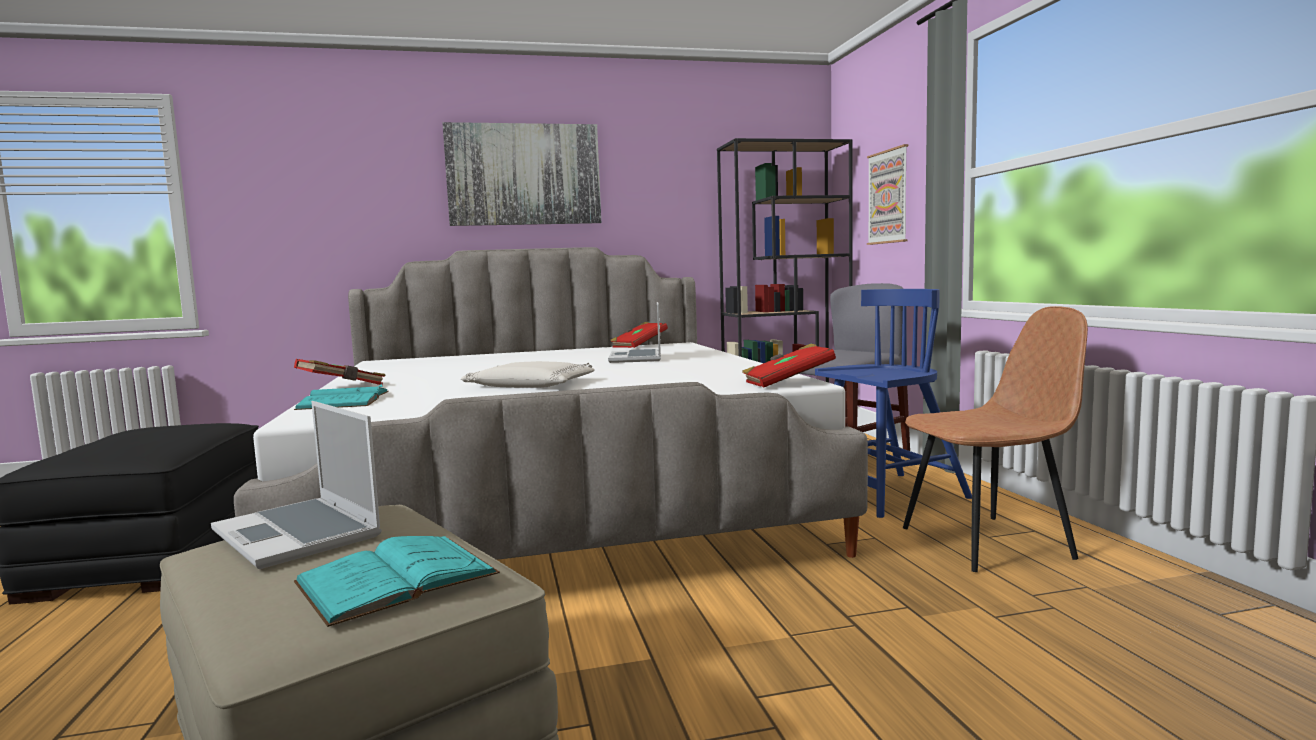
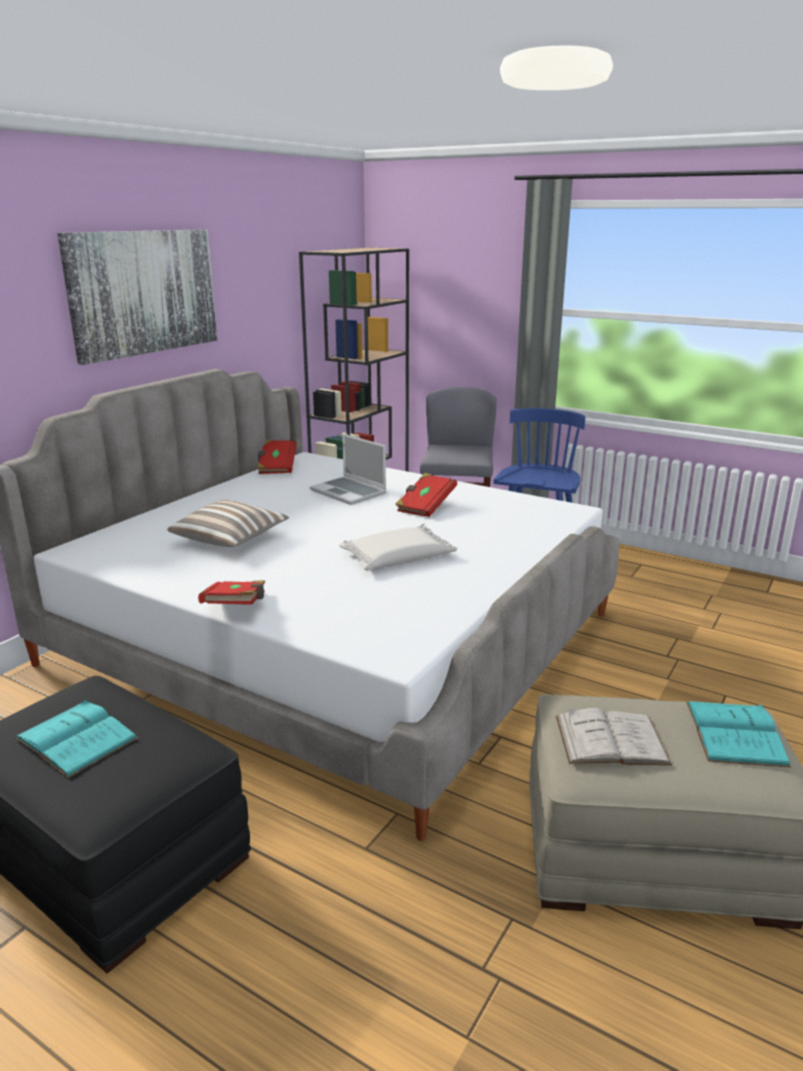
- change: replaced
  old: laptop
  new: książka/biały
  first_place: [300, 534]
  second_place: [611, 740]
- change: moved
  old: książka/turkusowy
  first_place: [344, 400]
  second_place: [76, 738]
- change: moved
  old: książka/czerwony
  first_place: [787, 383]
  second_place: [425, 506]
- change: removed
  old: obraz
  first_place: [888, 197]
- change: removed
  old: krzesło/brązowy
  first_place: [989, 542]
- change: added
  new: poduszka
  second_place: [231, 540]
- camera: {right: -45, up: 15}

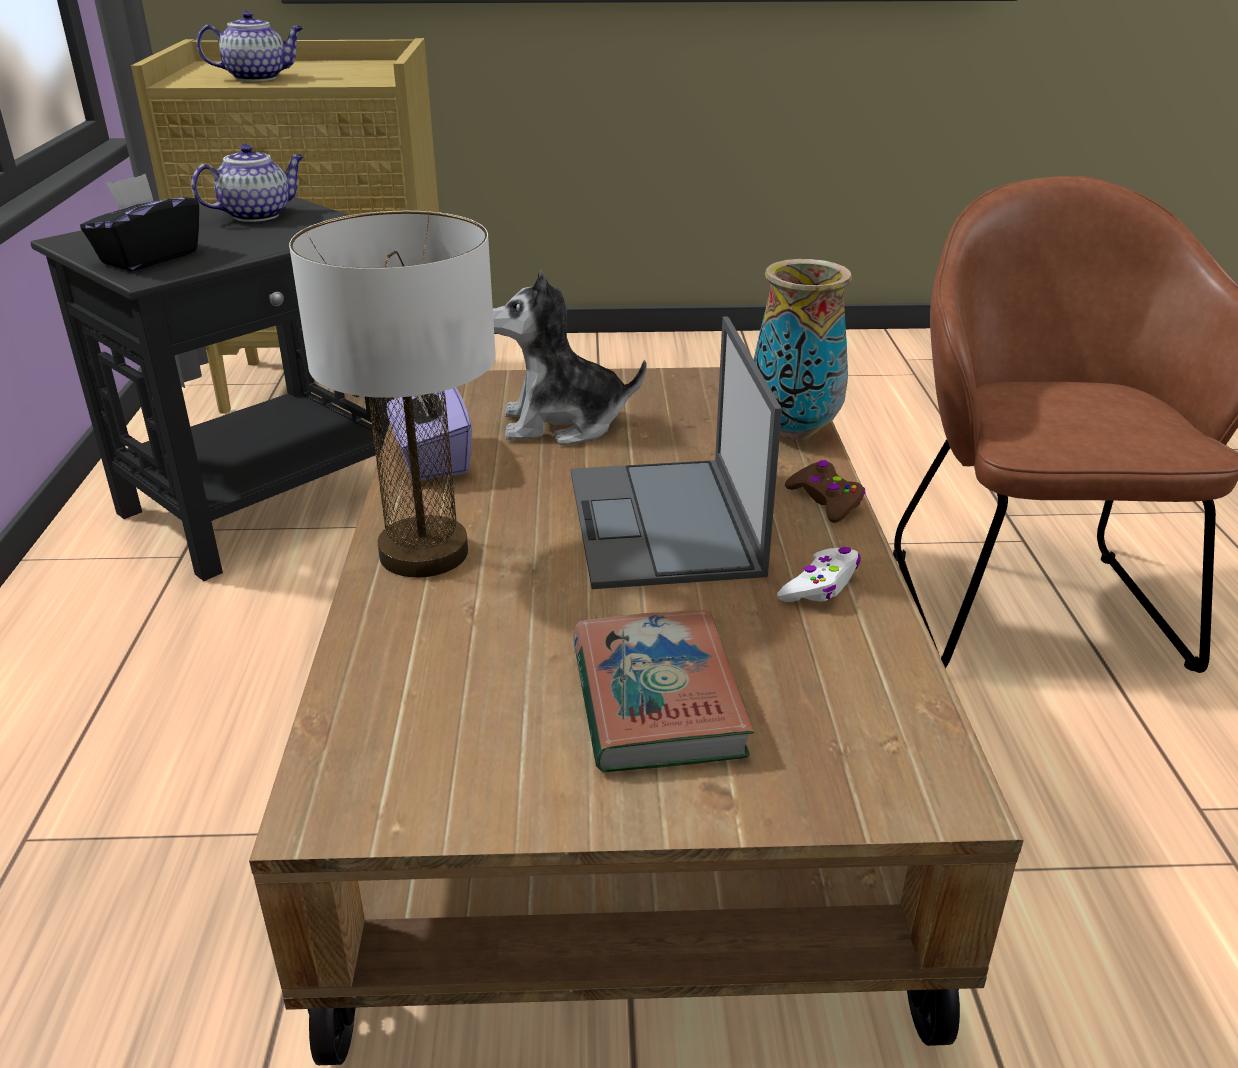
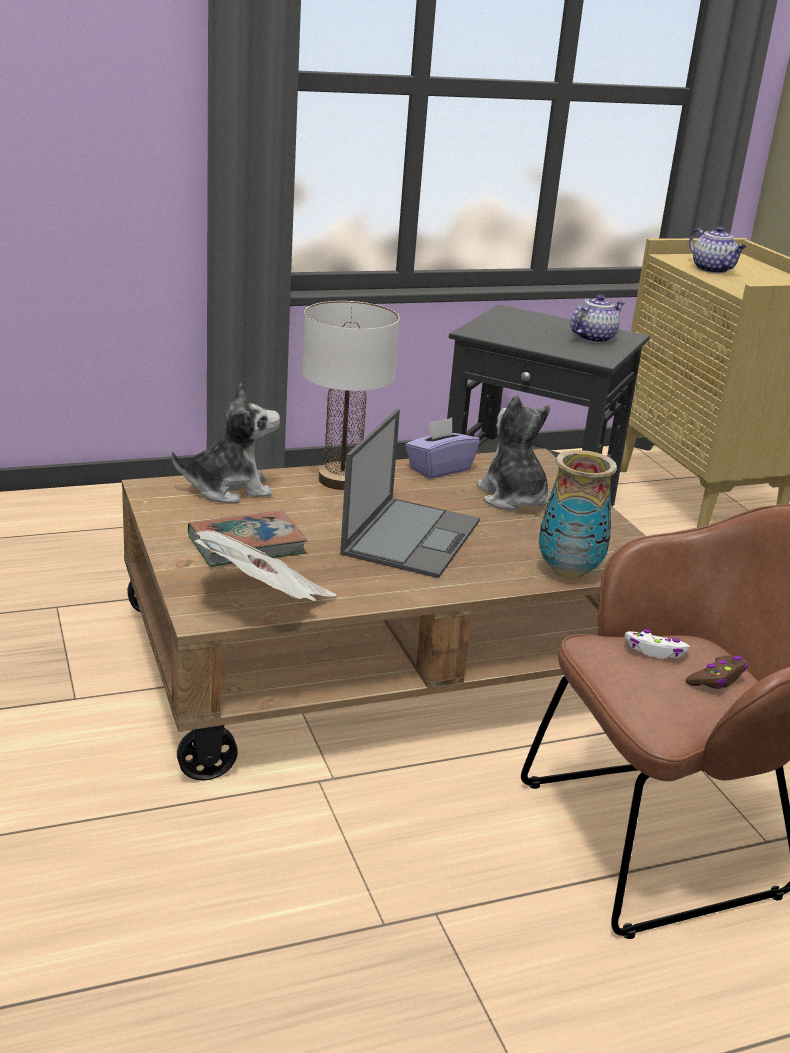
- change: removed
  old: pudełko chusteczek/czarny
  first_place: [149, 258]
- change: turned
  old: imbryk
  first_place: [257, 215]
  second_place: [594, 338]
  degrees: -75
- change: turned
  old: laptop
  first_place: [664, 524]
  second_place: [411, 536]
  degrees: 135
- change: moved
  old: pad do gier/biały
  first_place: [820, 586]
  second_place: [655, 651]
- change: moved
  old: pad do gier/brązowy
  first_place: [825, 500]
  second_place: [717, 679]
- change: added
  new: pluszak
  second_place: [229, 489]
- change: added
  new: gazeta
  second_place: [265, 600]
- camera: {right: 70, up: -5}

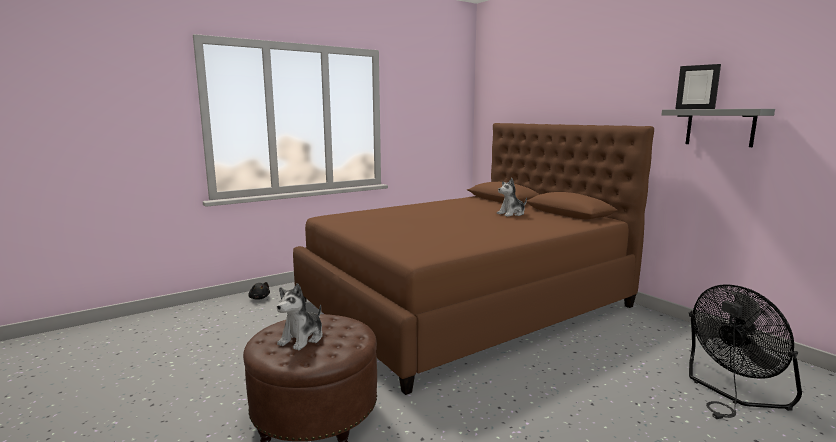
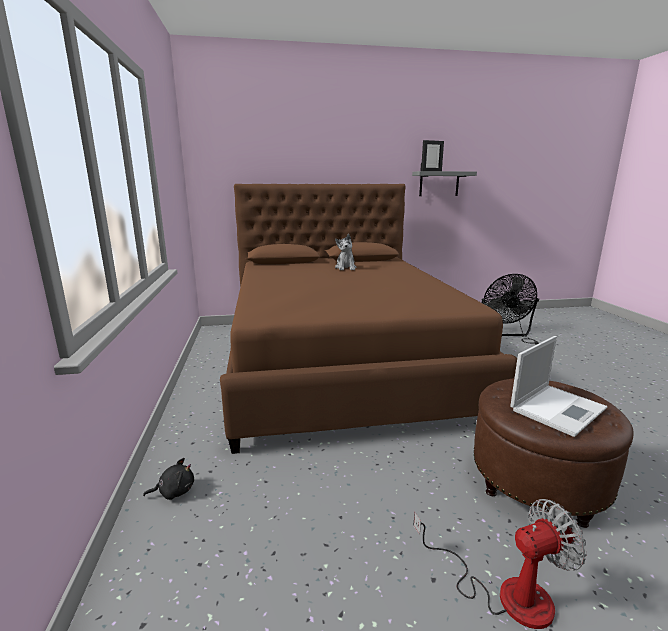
- change: replaced
  old: pluszak
  new: laptop
  first_place: [302, 339]
  second_place: [558, 408]
- change: added
  new: wentylator
  second_place: [505, 592]
- camera: {right: -65, up: 5}

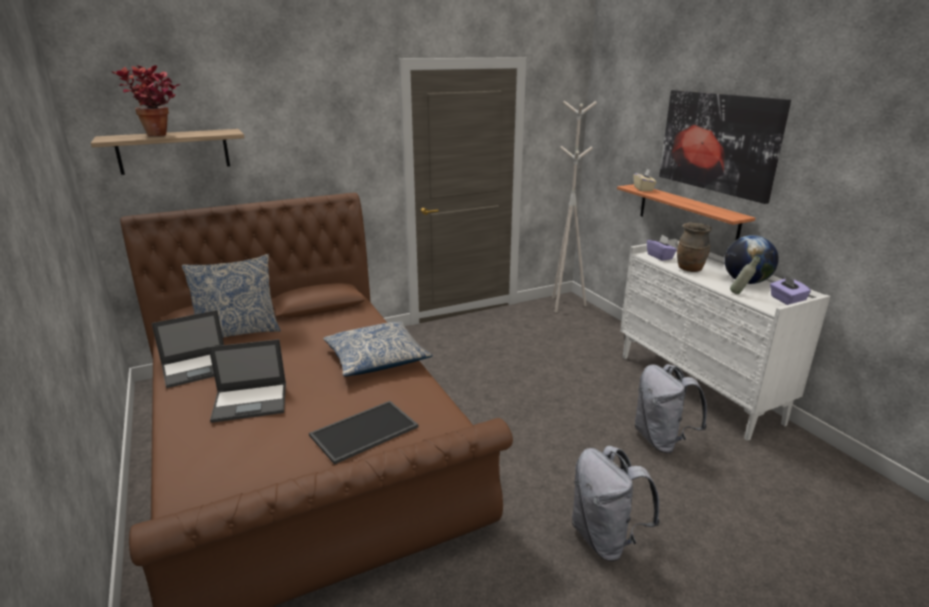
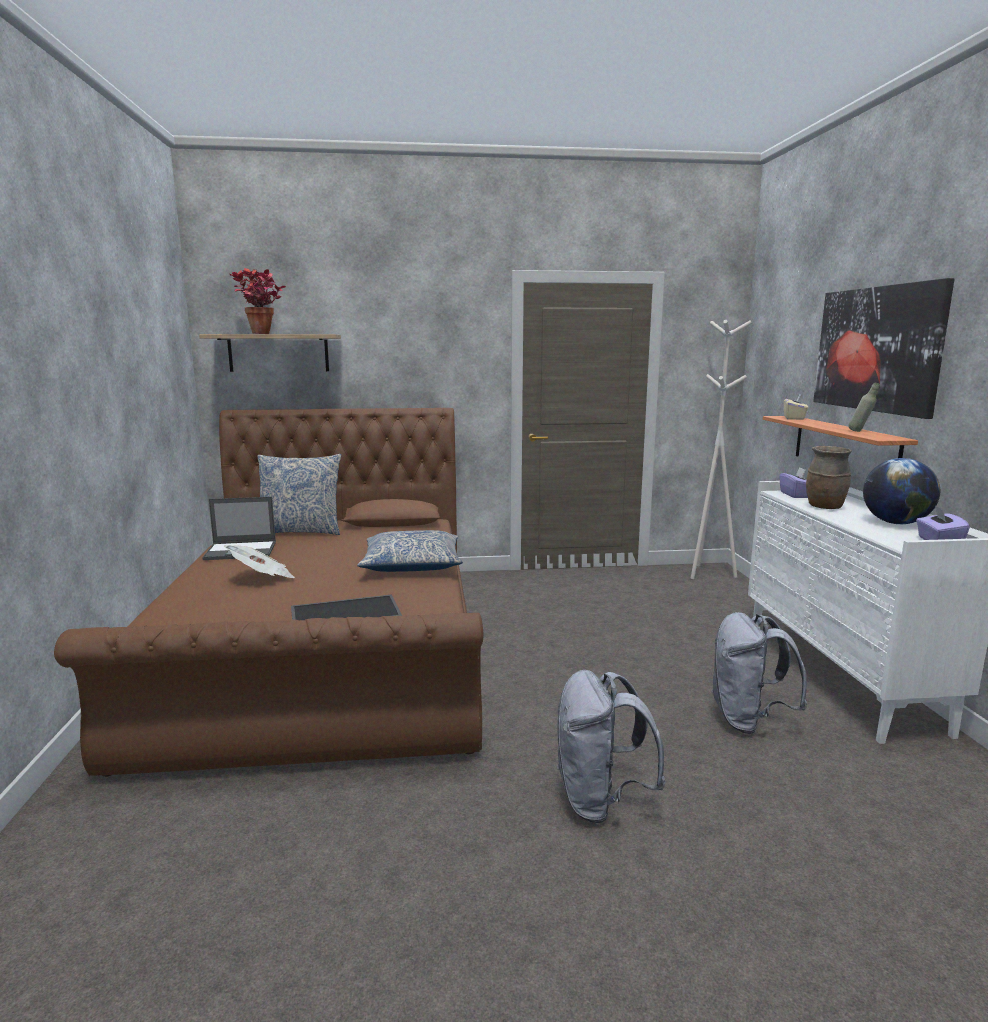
- change: replaced
  old: laptop
  new: gazeta
  first_place: [251, 402]
  second_place: [262, 578]
- change: moved
  old: butelka/szary
  first_place: [740, 294]
  second_place: [860, 432]
- camera: {right: 20, up: -10}

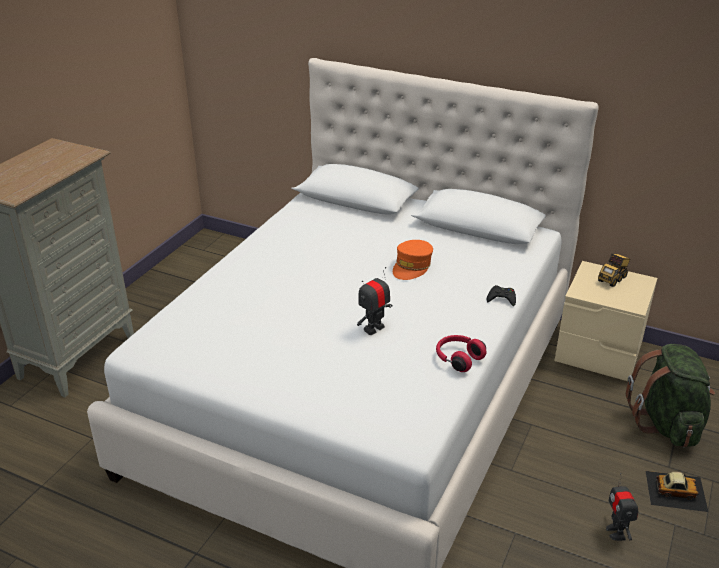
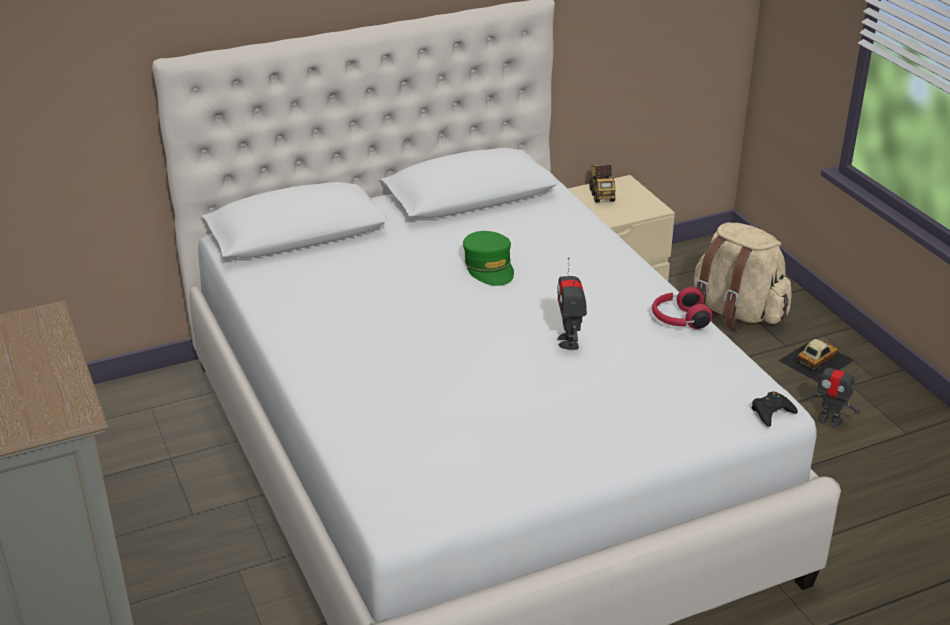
- change: recoloured
  old: czapka z daszkiem/pomarańczowy
  new: czapka z daszkiem/zielony
  first_place: [412, 266]
  second_place: [489, 267]
- change: moved
  old: pad do gier/czarny
  first_place: [501, 298]
  second_place: [771, 412]
- change: recoloured
  old: plecak/zielony
  new: plecak/beżowy
  first_place: [666, 423]
  second_place: [736, 313]
- camera: {right: -50, up: 0}

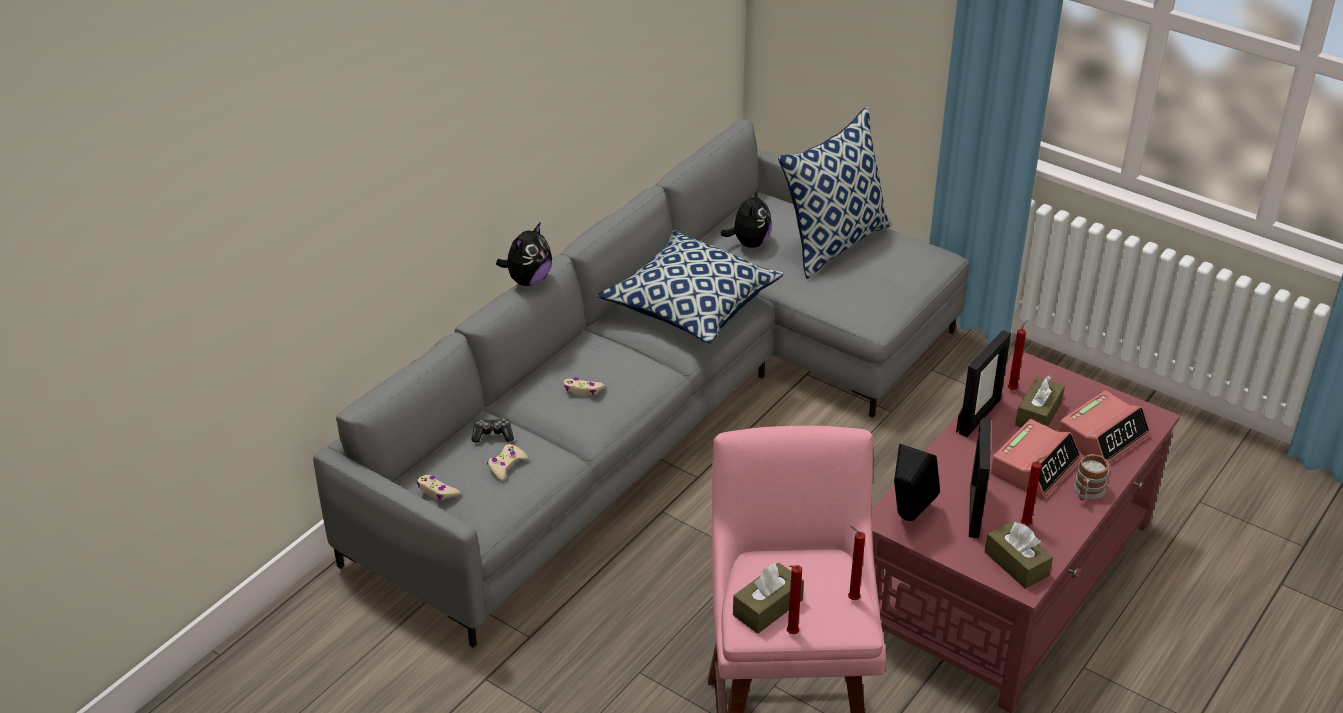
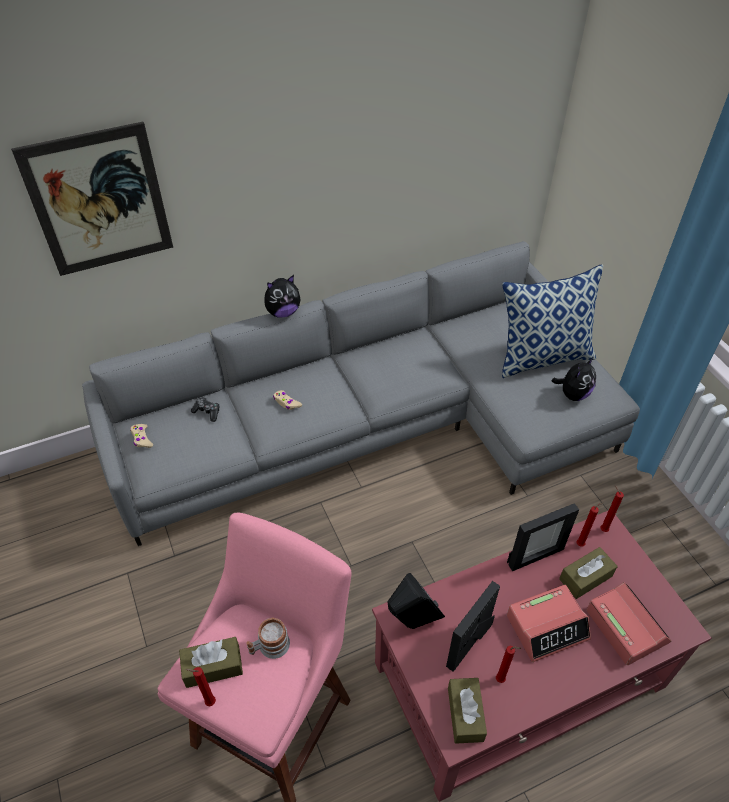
- change: removed
  old: pad do gier/beżowy
  first_place: [506, 466]
- change: removed
  old: poduszka
  first_place: [691, 305]
- change: moved
  old: pluszak
  first_place: [749, 243]
  second_place: [573, 394]
- change: moved
  old: świeca/czerwony
  first_place: [851, 598]
  second_place: [602, 529]
- change: turned
  old: budzik
  first_place: [1102, 436]
  second_place: [626, 626]
  degrees: -105
- change: moved
  old: kubek
  first_place: [1087, 492]
  second_place: [269, 646]
- change: added
  new: obraz
  second_place: [99, 201]
- camera: {right: 30, up: 10}

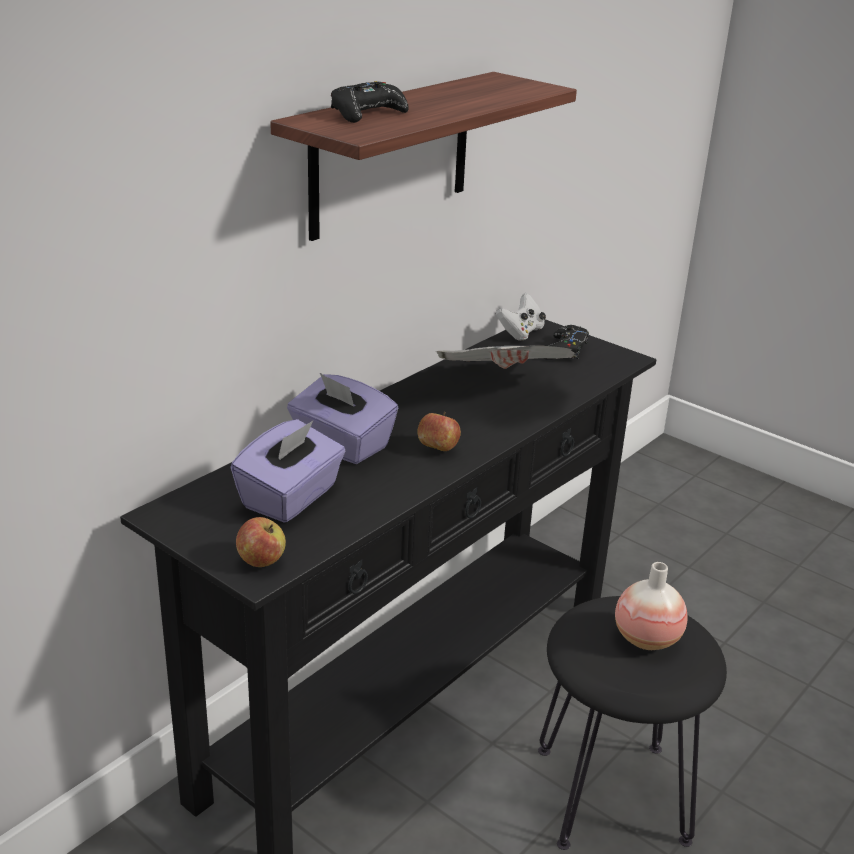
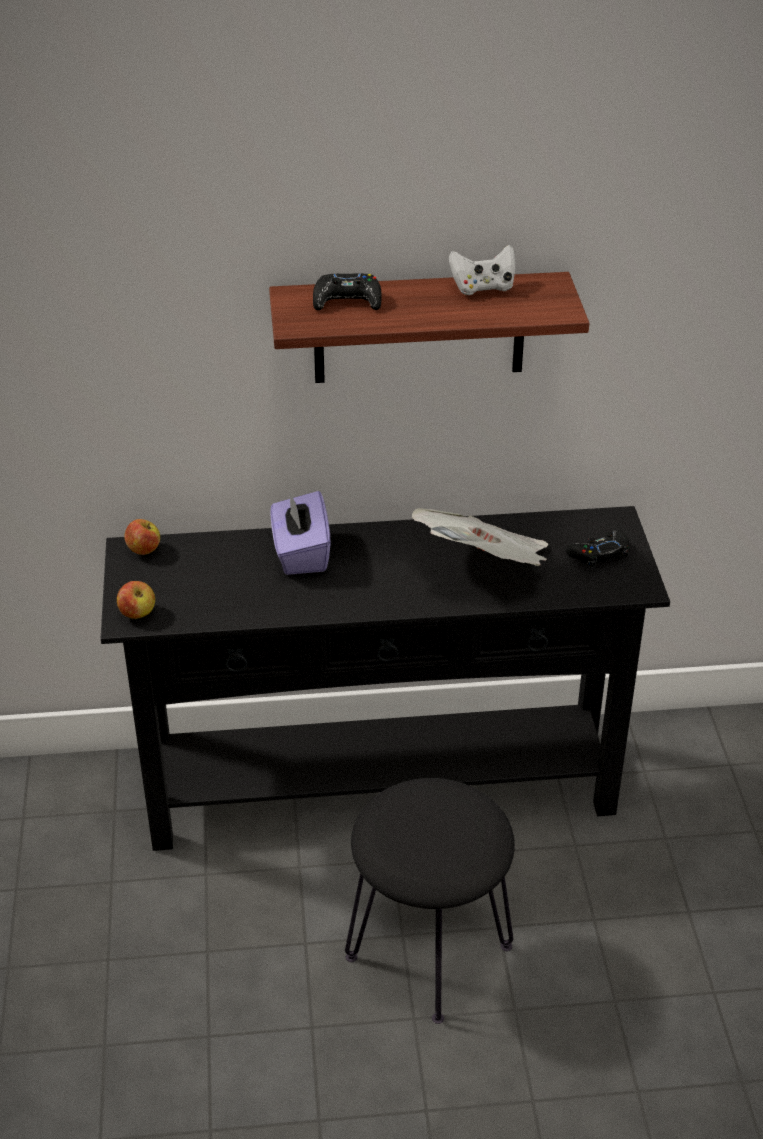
- change: removed
  old: pudełko chusteczek/fioletowy
  first_place: [291, 497]
- change: moved
  old: jabłko
  first_place: [438, 449]
  second_place: [144, 550]
- change: moved
  old: pad do gier/biały
  first_place: [520, 333]
  second_place: [483, 288]
- change: removed
  old: wazon
  first_place: [646, 639]
- camera: {right: 45, up: 10}

